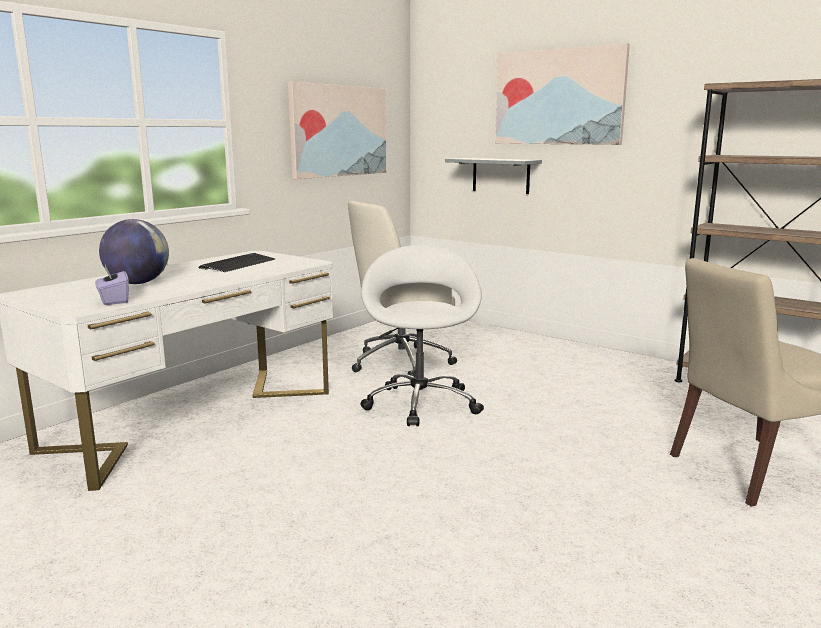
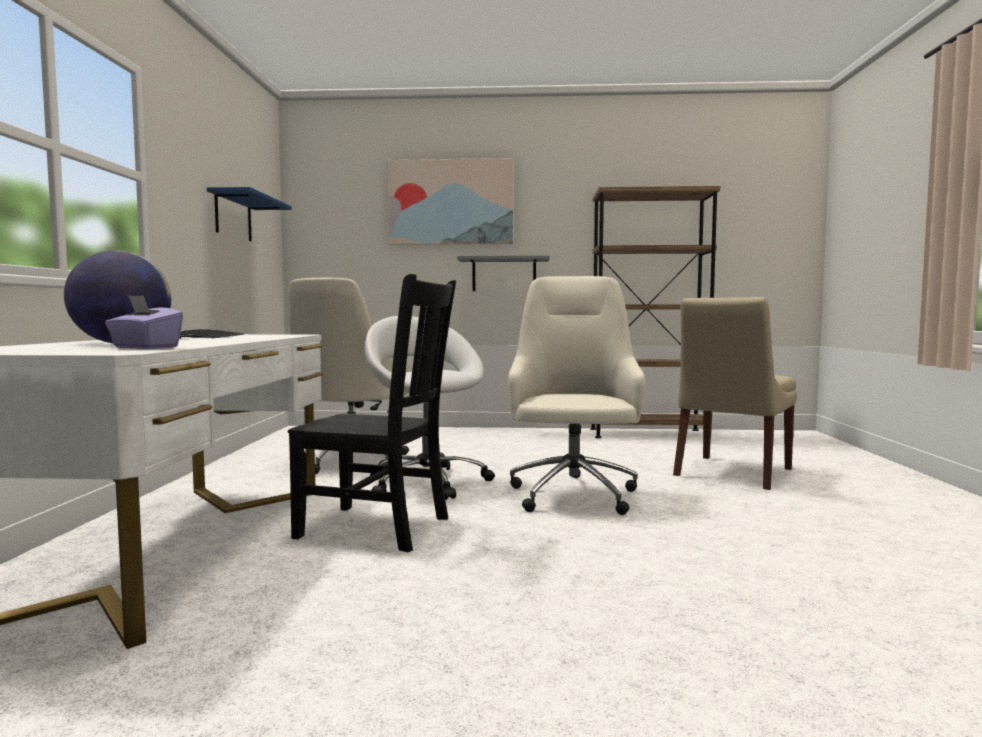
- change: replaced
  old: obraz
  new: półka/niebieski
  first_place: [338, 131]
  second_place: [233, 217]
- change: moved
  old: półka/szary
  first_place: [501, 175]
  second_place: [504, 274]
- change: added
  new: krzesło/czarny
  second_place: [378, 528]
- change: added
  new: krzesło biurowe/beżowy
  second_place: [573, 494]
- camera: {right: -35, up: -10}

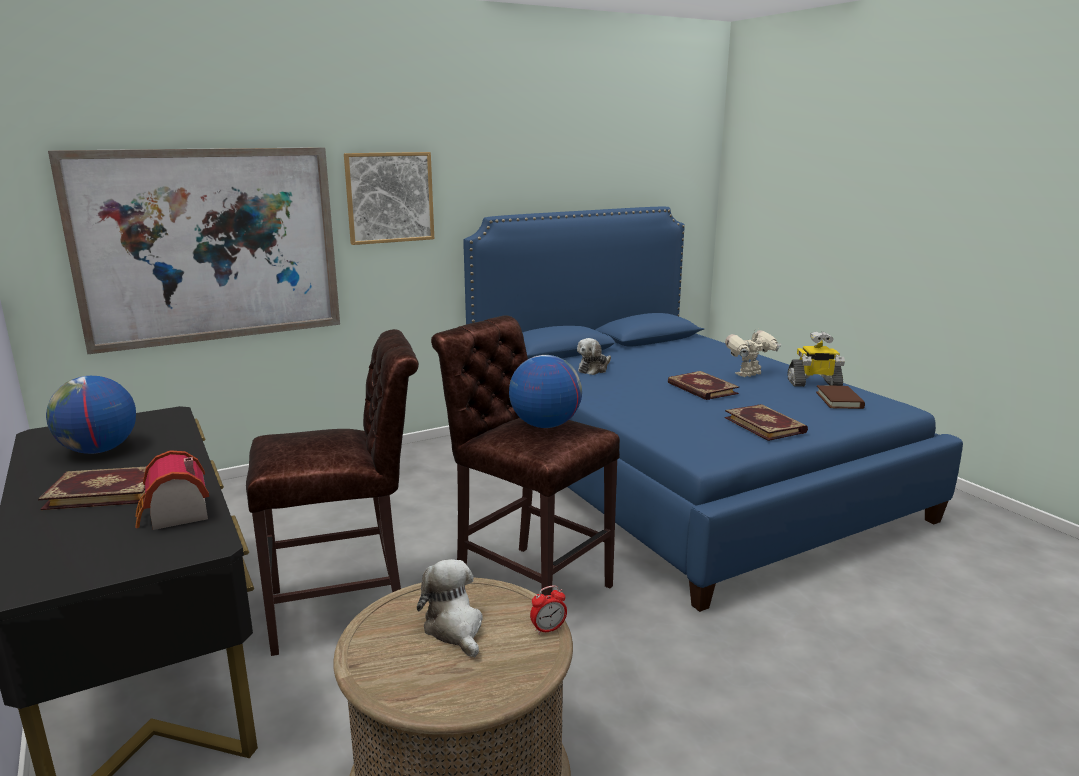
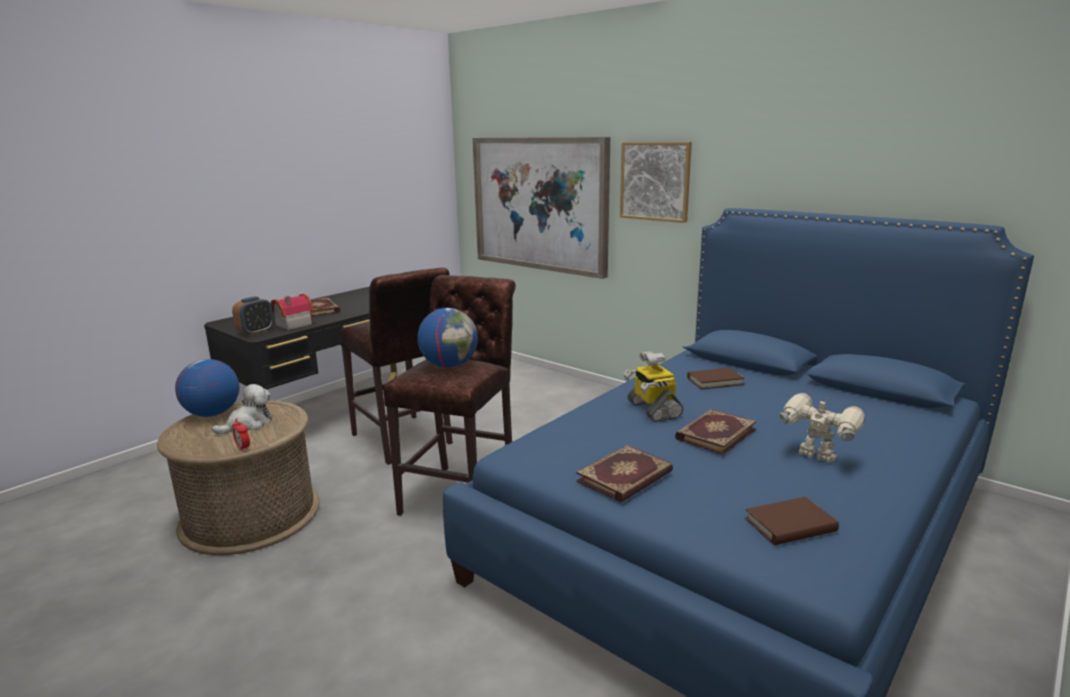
- change: moved
  old: globus
  first_place: [99, 450]
  second_place: [212, 414]
- change: replaced
  old: pluszak
  new: książka/brązowy
  first_place: [594, 369]
  second_place: [715, 381]
- change: moved
  old: robot zabawkowy
  first_place: [814, 383]
  second_place: [652, 409]
- change: added
  new: budzik
  second_place: [256, 332]
- camera: {right: 70, up: 0}

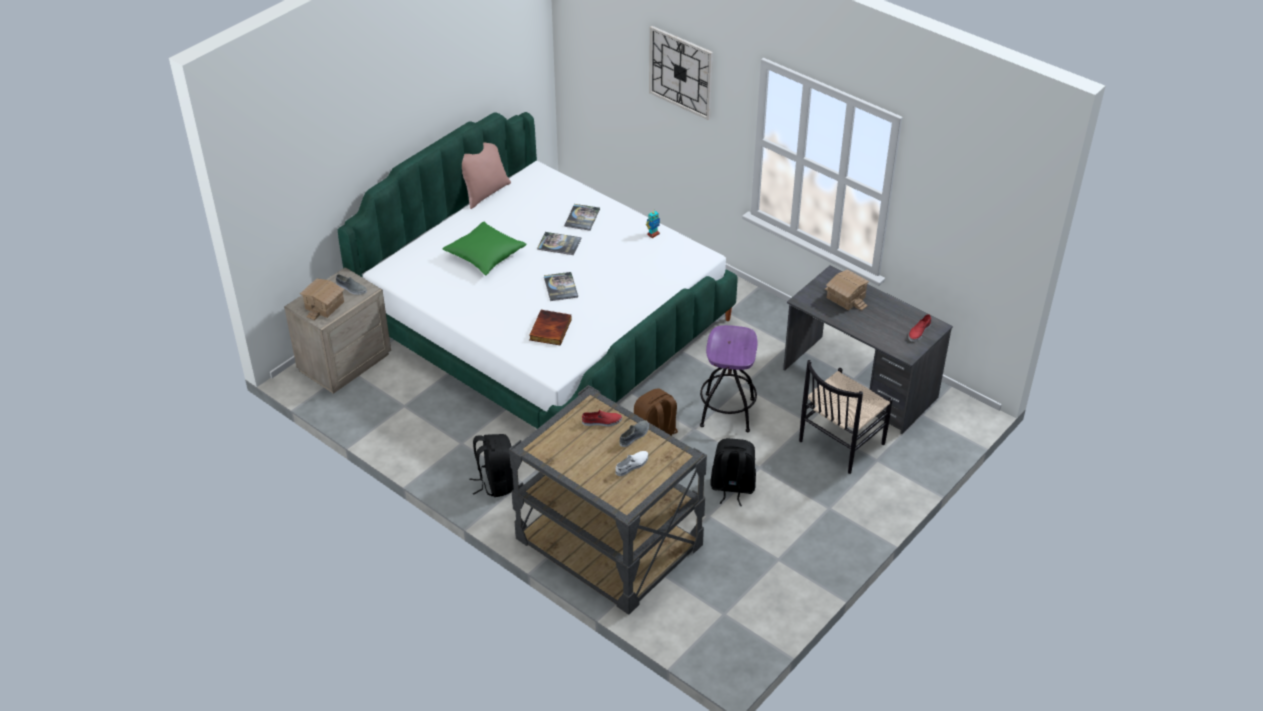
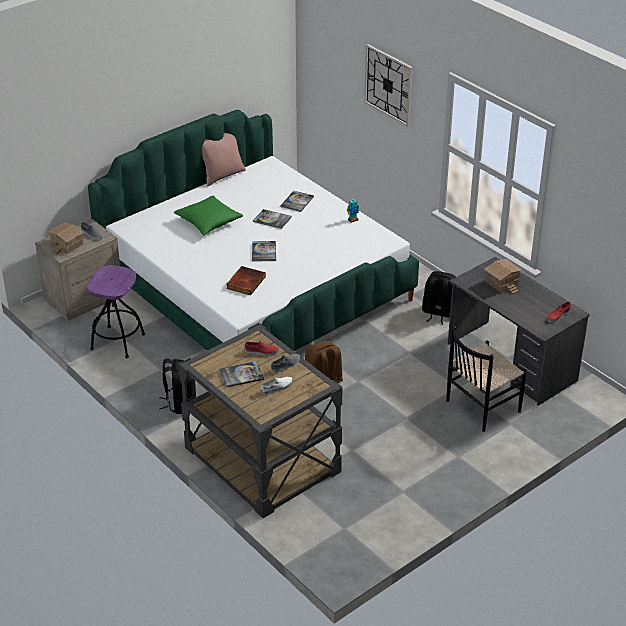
- change: moved
  old: stołek/fioletowy
  first_place: [727, 412]
  second_place: [118, 341]
- change: moved
  old: plecak/czarny
  first_place: [732, 488]
  second_place: [438, 313]
- change: added
  new: książka
  second_place: [241, 375]
- camera: {right: 10, up: -5}

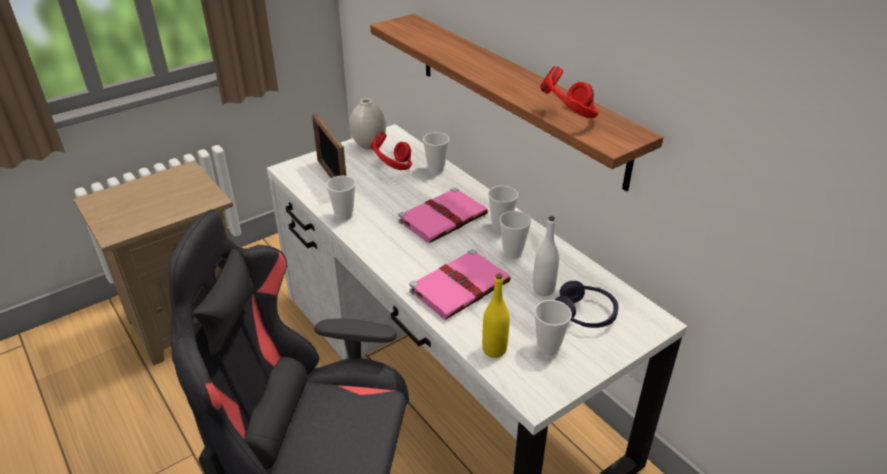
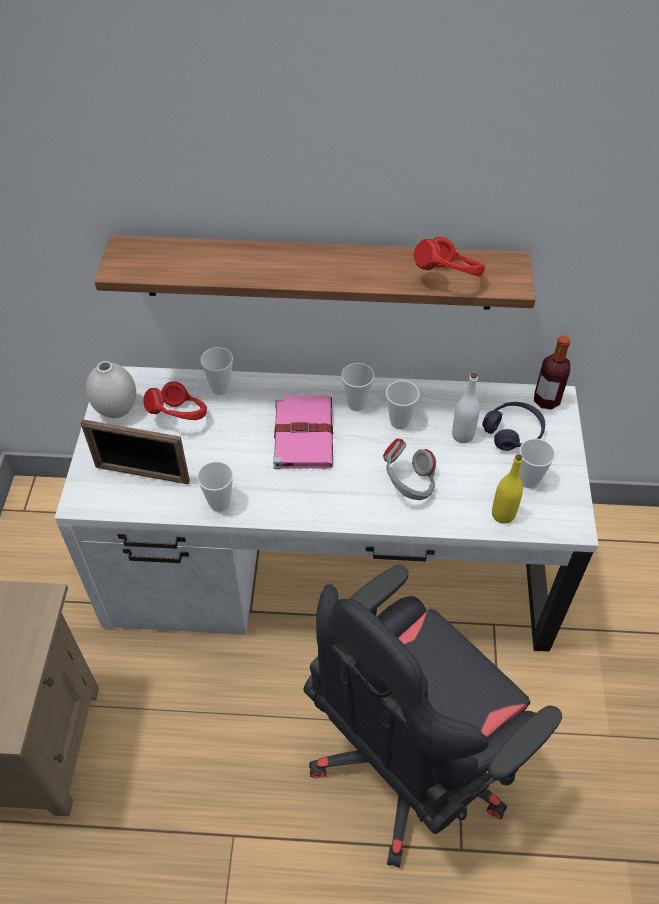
- change: replaced
  old: książka/różowy
  new: słuchawki/szary
  first_place: [461, 286]
  second_place: [409, 484]
- change: added
  new: butelka
  second_place: [546, 400]
- camera: {right: -50, up: 15}

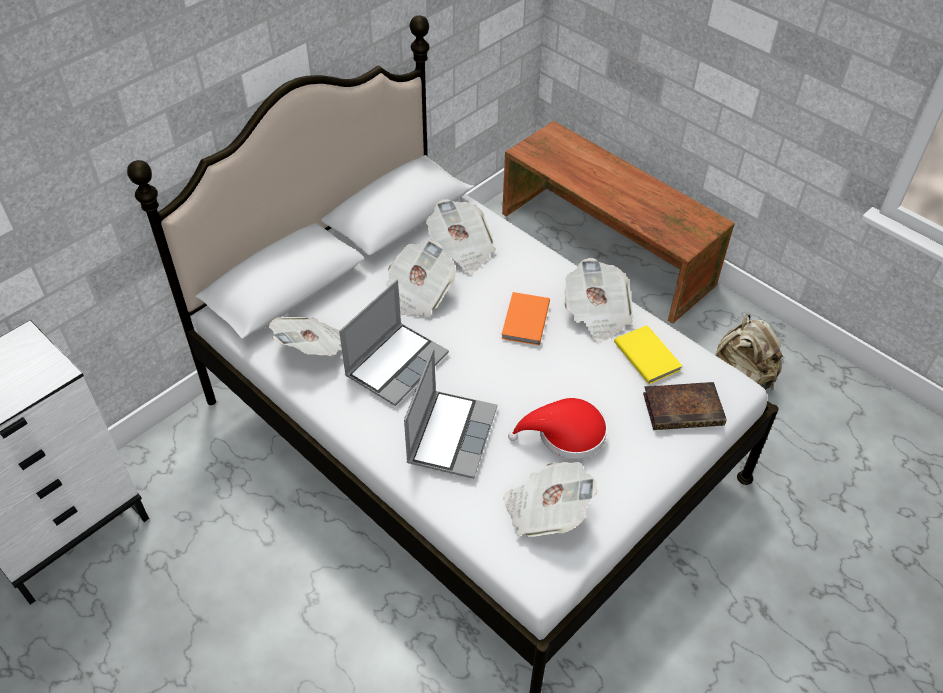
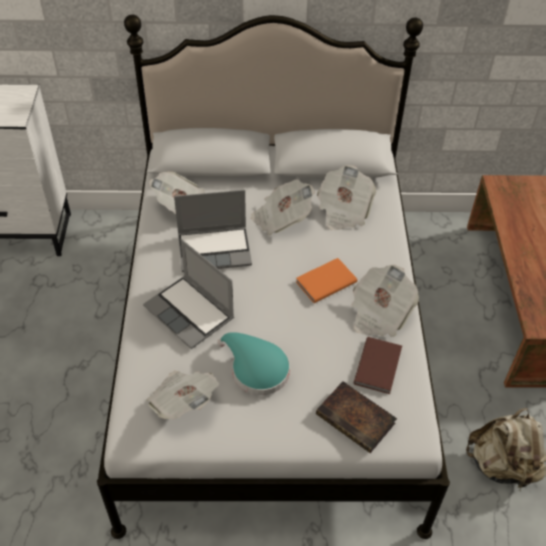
- change: turned
  old: laptop
  first_place: [451, 434]
  second_place: [190, 313]
  degrees: 75
- change: recoloured
  old: kapelusz/czerwony
  new: kapelusz/turkusowy
  first_place: [565, 434]
  second_place: [256, 369]
- change: recoloured
  old: książka/żółty
  new: książka/brązowy
  first_place: [648, 355]
  second_place: [379, 366]
- camera: {right: 45, up: 0}

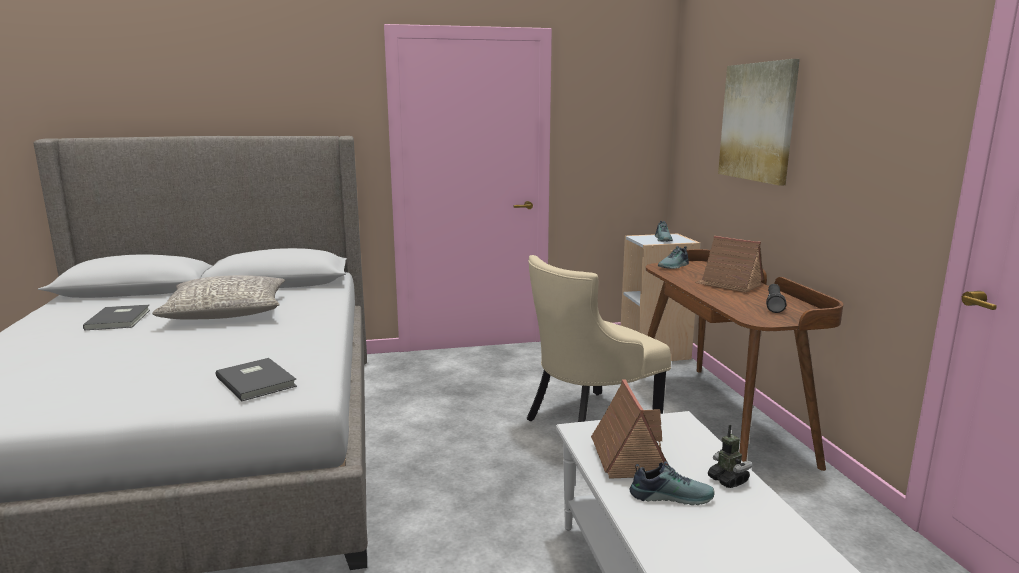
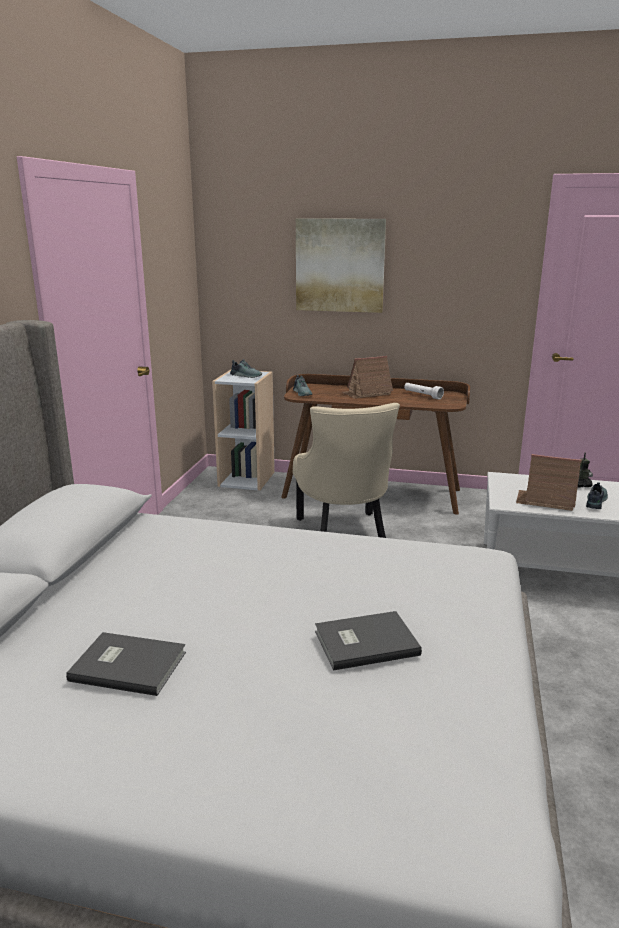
- change: removed
  old: poduszka/szary
  first_place: [227, 312]
- change: moved
  old: książka/szary
  first_place: [257, 381]
  second_place: [364, 642]
- change: recoloured
  old: latarka/czarny
  new: latarka/biały
  first_place: [774, 304]
  second_place: [422, 395]
- camera: {right: -65, up: 5}

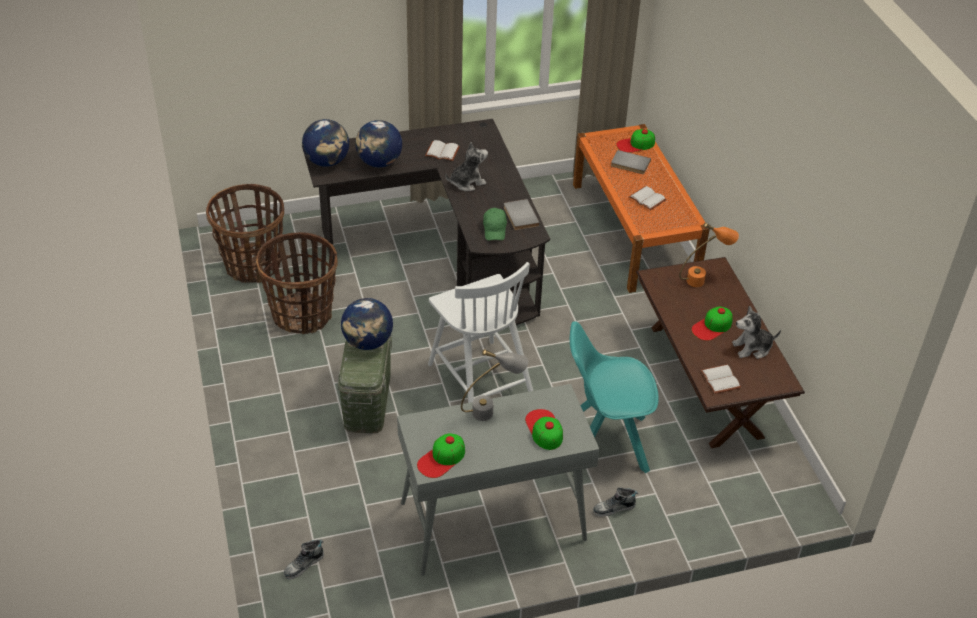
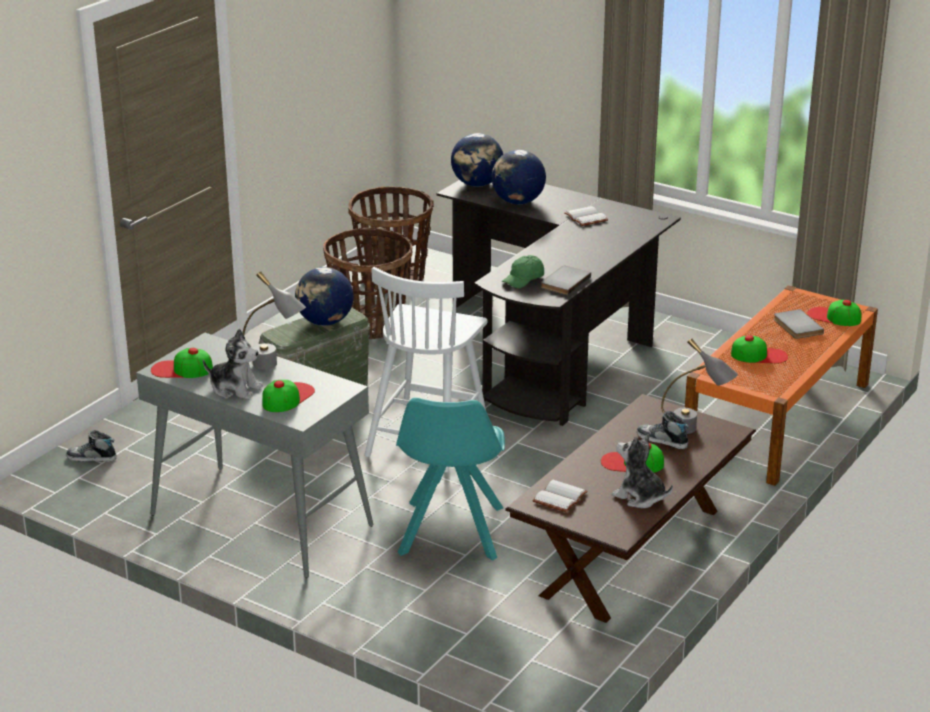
- change: moved
  old: pluszak
  first_place: [467, 182]
  second_place: [235, 389]
- change: turned
  old: krzesło/turkusowy
  first_place: [605, 442]
  second_place: [450, 532]
  degrees: -135
- change: moved
  old: but
  first_place: [614, 508]
  second_place: [662, 440]
- change: replaced
  old: książka/biały
  new: czapka z daszkiem
  first_place: [646, 199]
  second_place: [759, 355]
- change: recoloured
  old: lampa stołowa/pomarańczowy
  new: lampa stołowa/szary
  first_place: [703, 279]
  second_place: [695, 431]
- camera: {right: 50, up: -15}

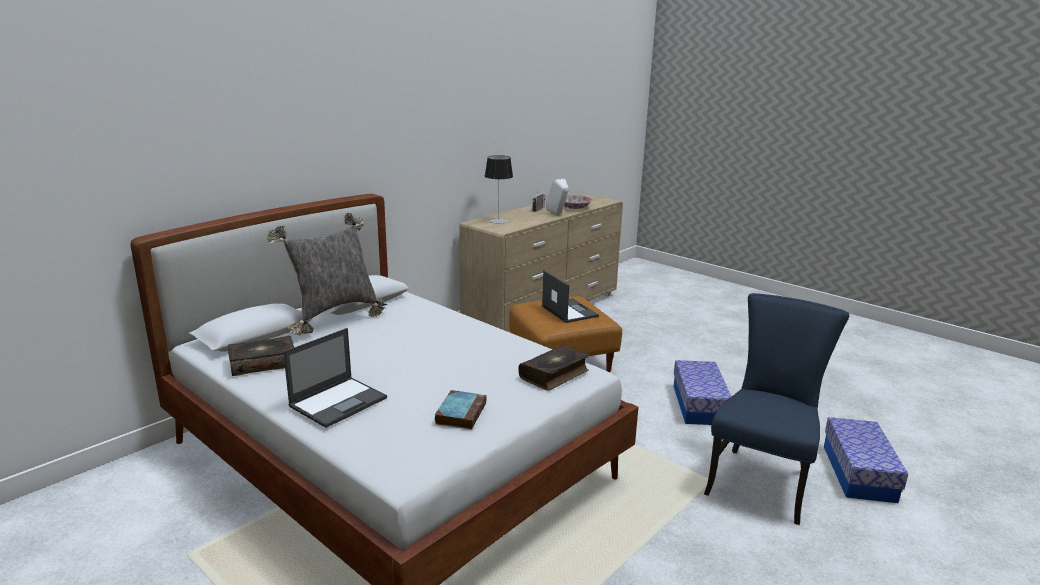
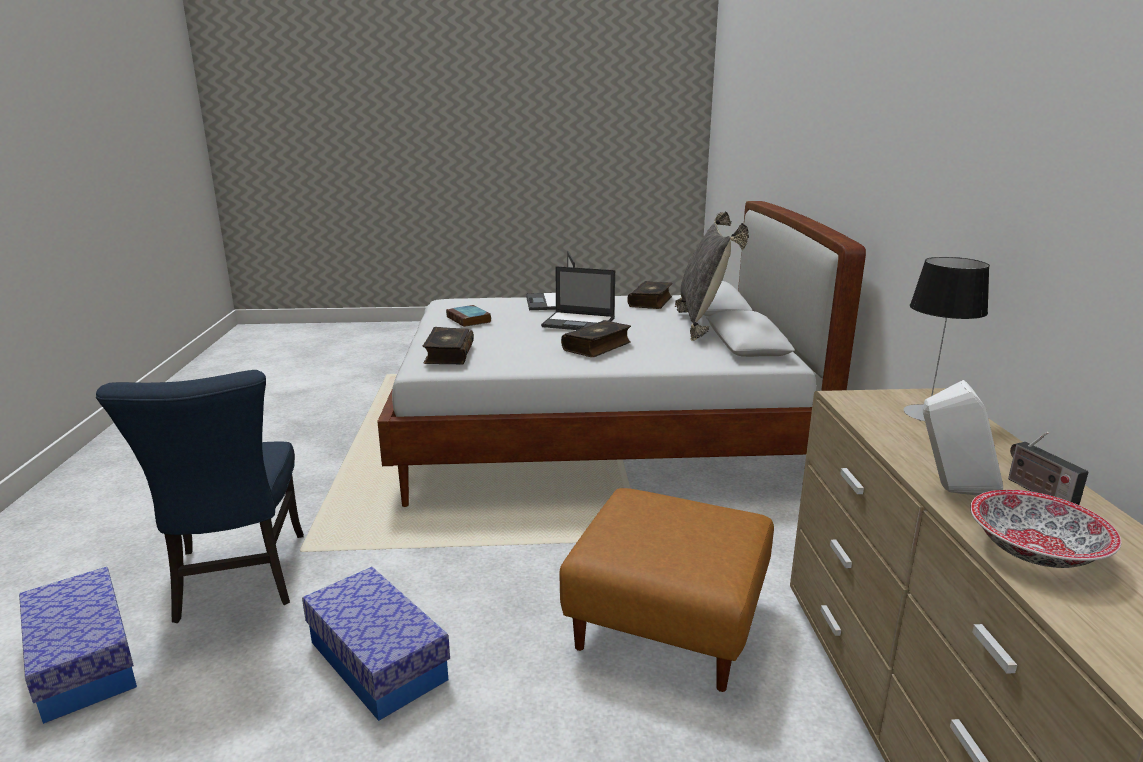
- change: moved
  old: laptop
  first_place: [568, 311]
  second_place: [579, 322]
- change: added
  new: książka
  second_place: [597, 347]
- camera: {right: 135, up: 0}

